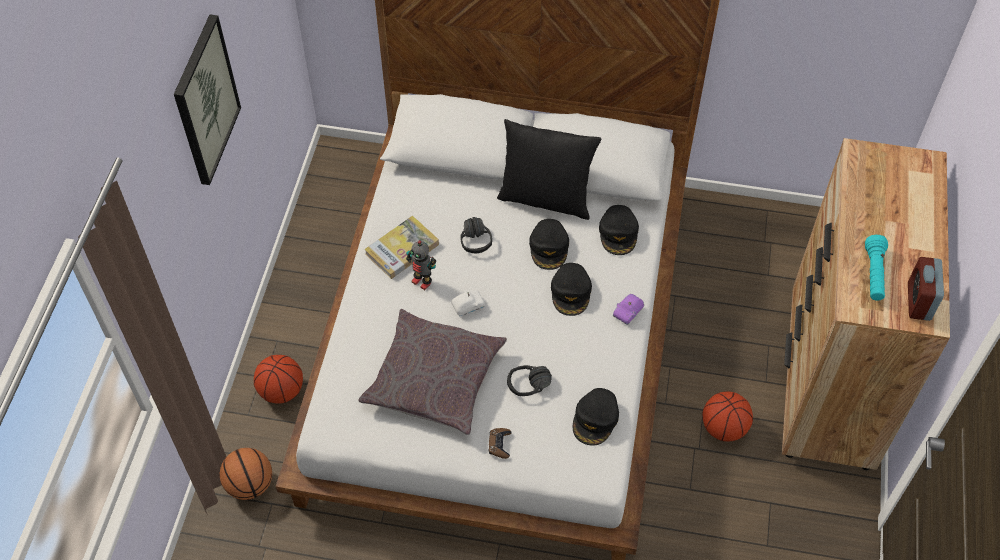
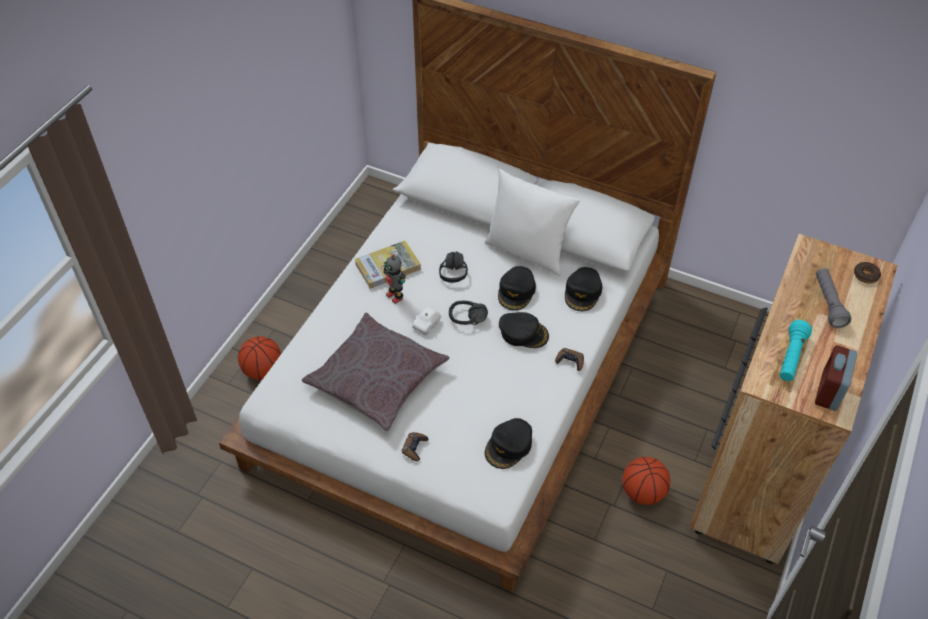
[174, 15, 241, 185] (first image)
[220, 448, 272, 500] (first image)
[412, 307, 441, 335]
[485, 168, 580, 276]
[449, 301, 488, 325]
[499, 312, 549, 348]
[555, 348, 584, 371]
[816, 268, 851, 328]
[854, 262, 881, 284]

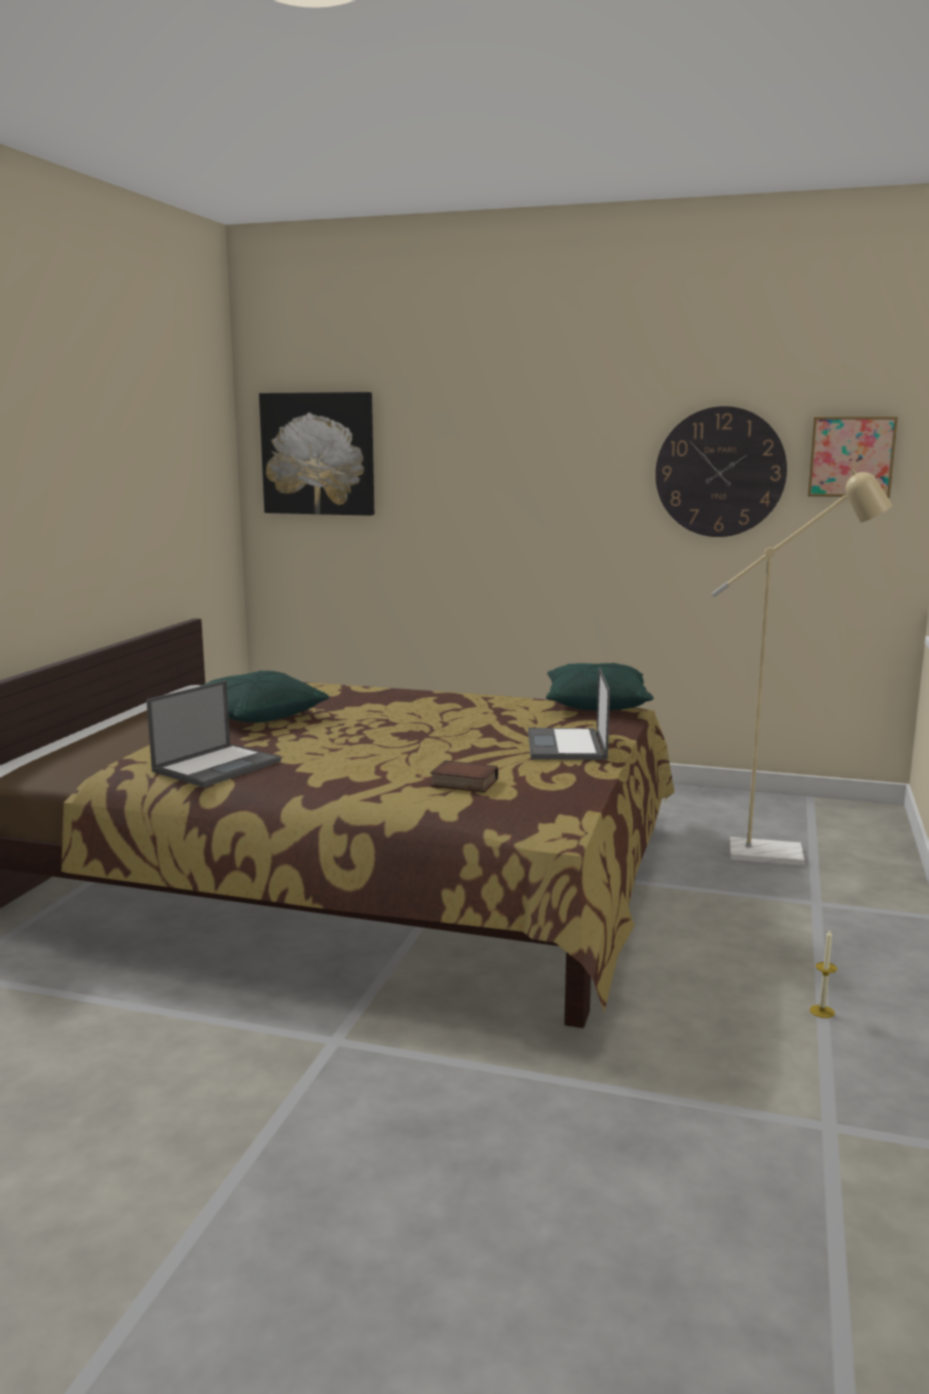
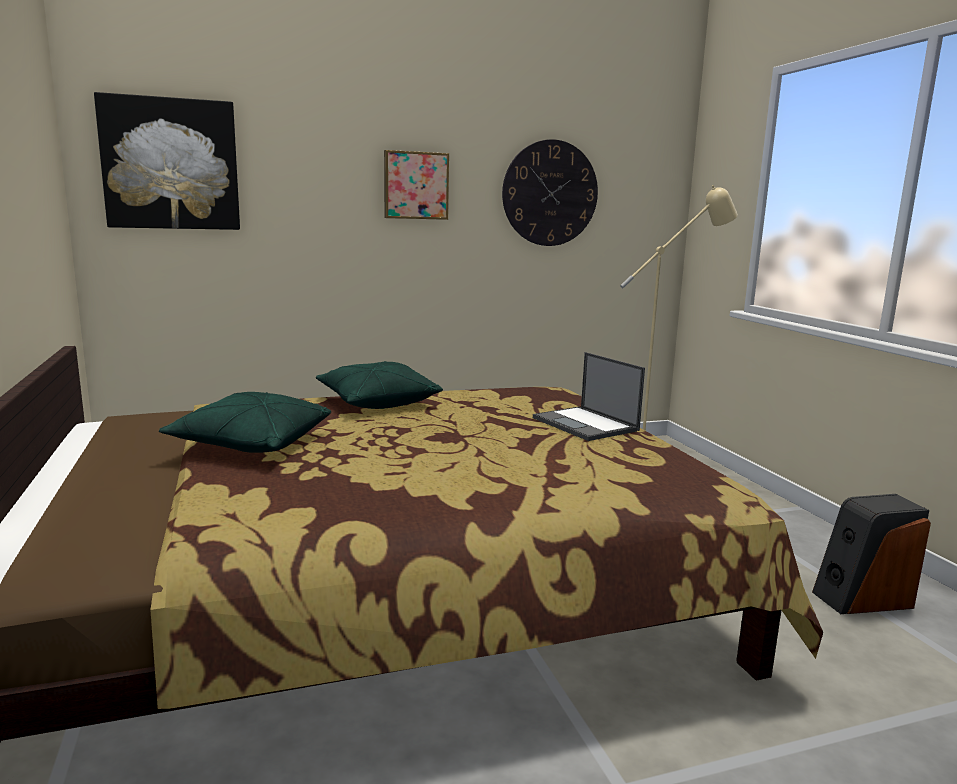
[146, 680, 281, 787] (first image)
[430, 760, 498, 793] (first image)
[316, 361, 443, 409]
[384, 150, 449, 220]
[812, 494, 931, 614]

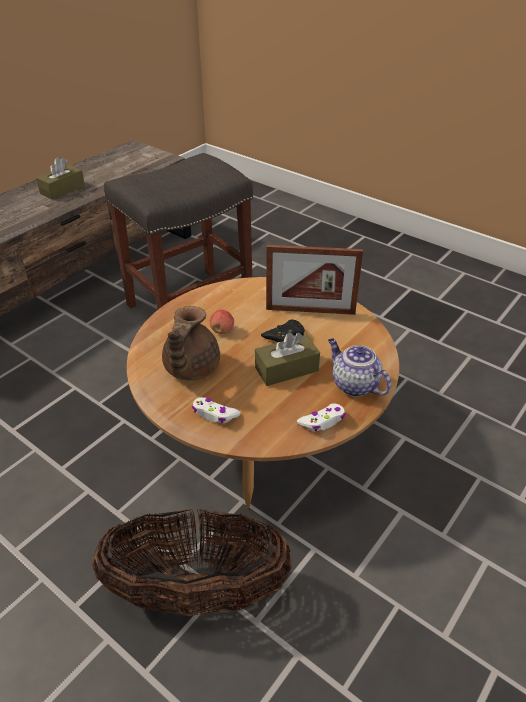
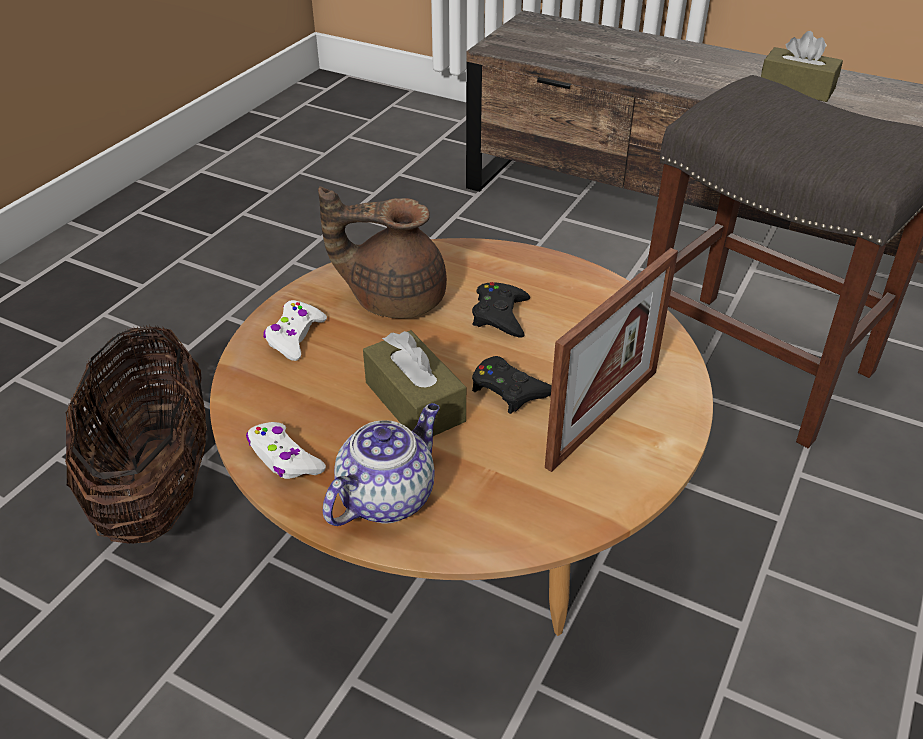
[472, 282, 530, 337]
[545, 248, 678, 472]

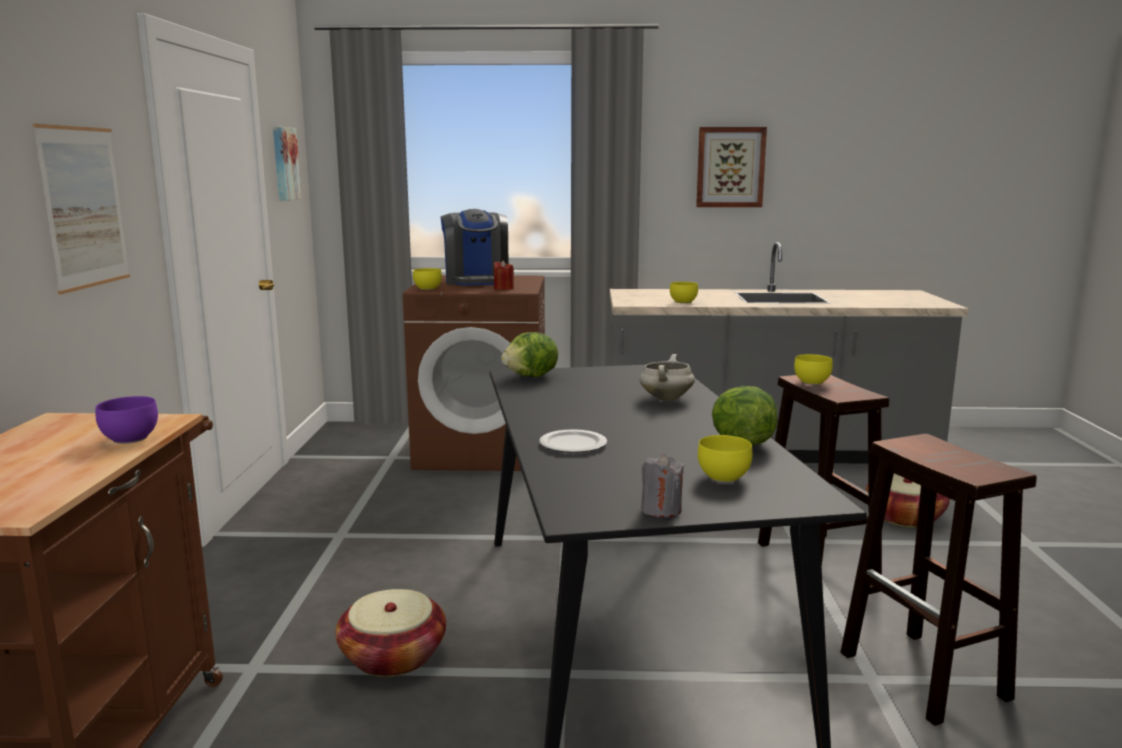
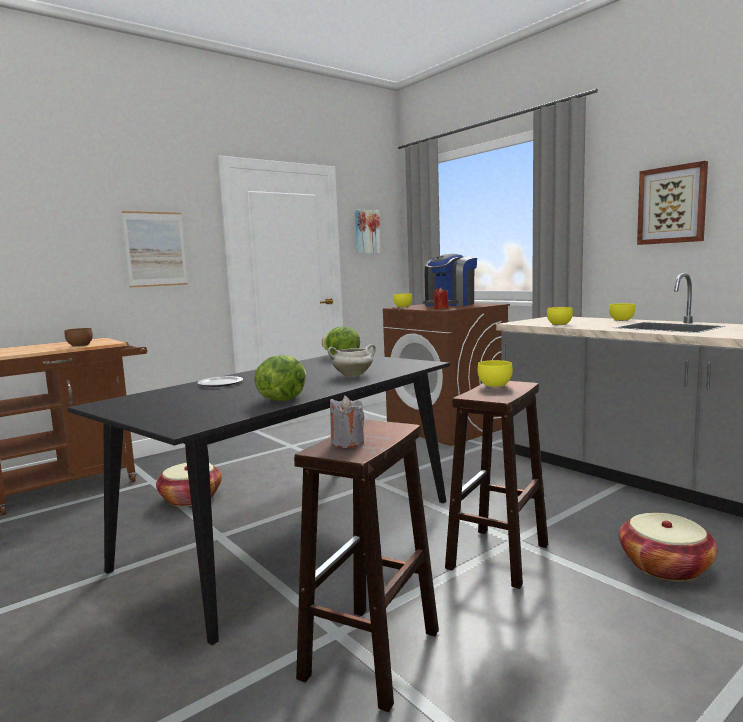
[65, 328, 93, 347]
[330, 395, 364, 448]
[609, 303, 635, 321]

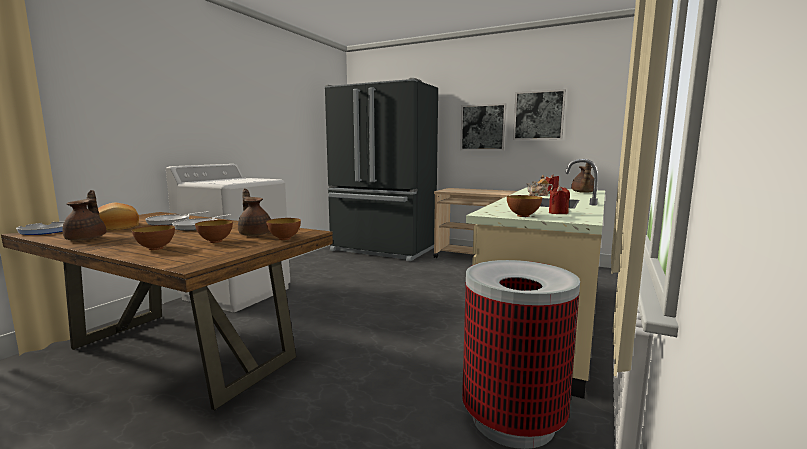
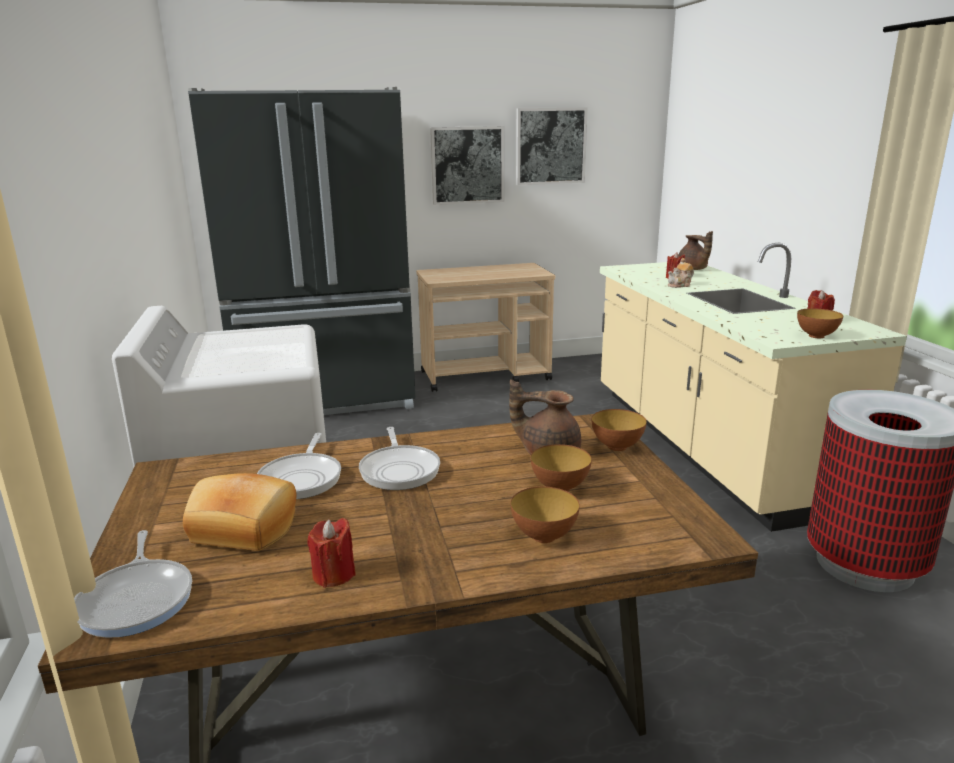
[307, 518, 356, 588]

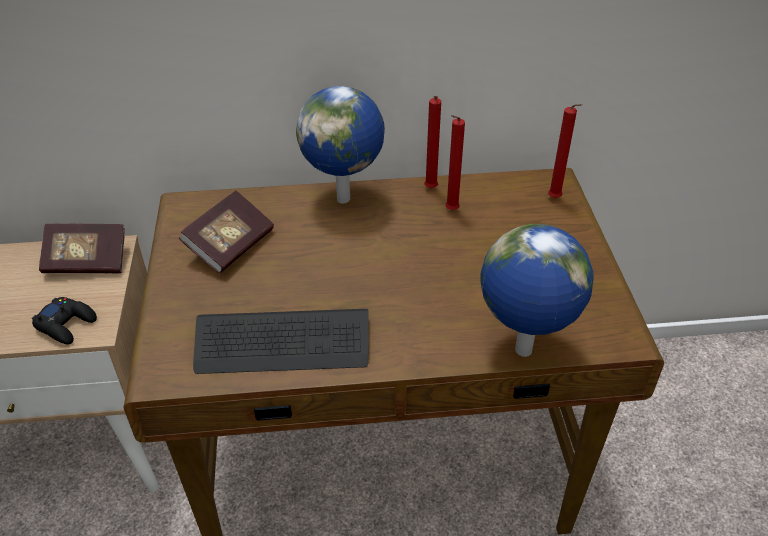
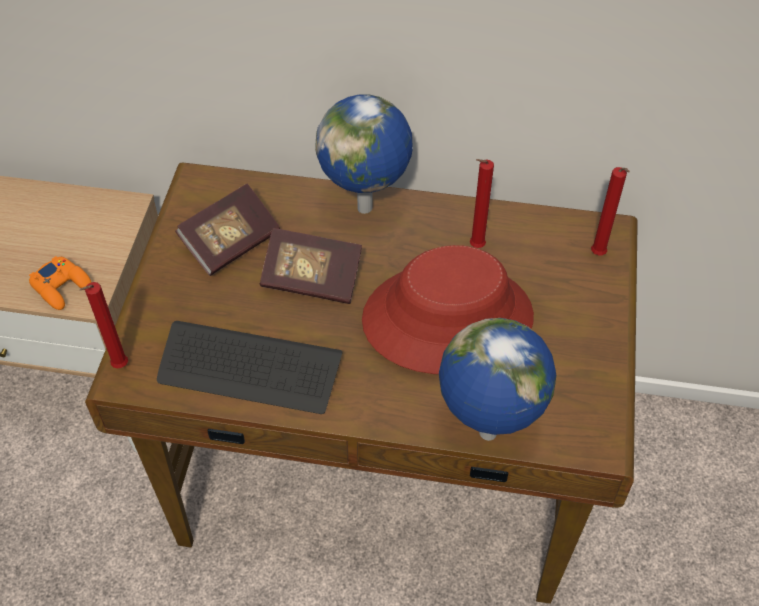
[29, 256, 91, 310]
[260, 228, 362, 304]
[80, 282, 128, 368]
[362, 245, 534, 374]

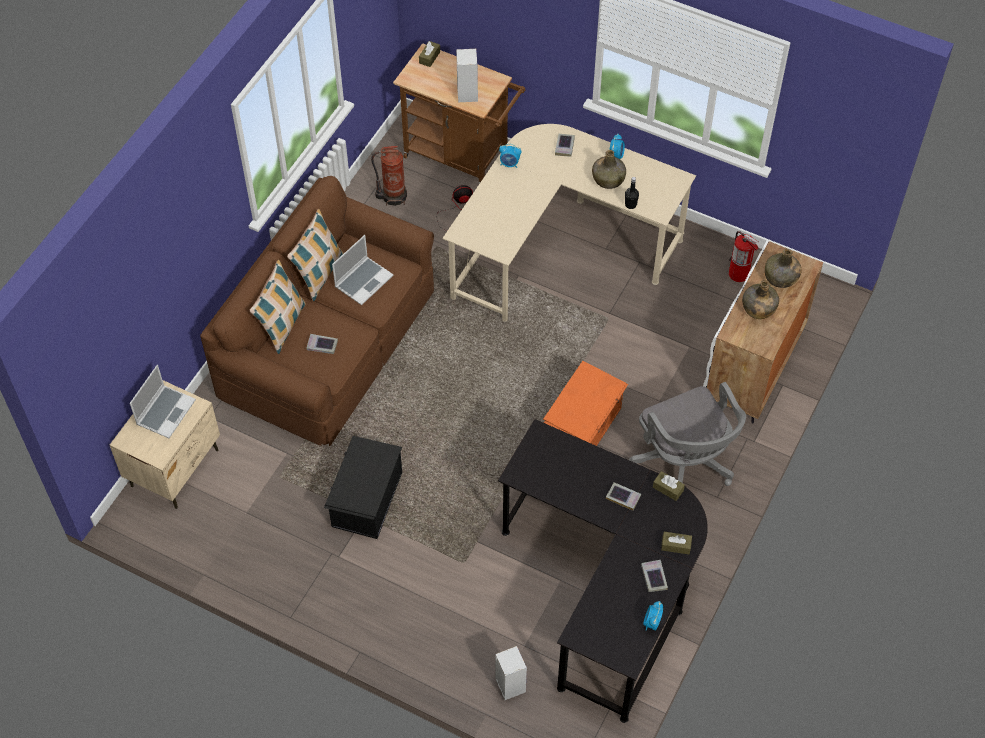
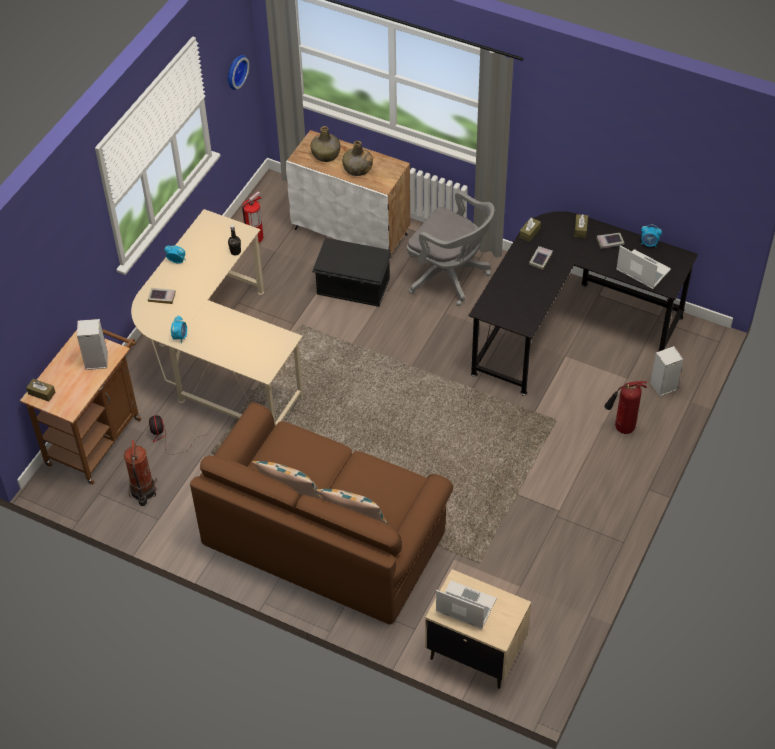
[306, 334, 338, 354] (first image)
[312, 238, 392, 307]
[616, 246, 671, 289]
[543, 361, 628, 446] (first image)
[592, 150, 626, 189] (first image)
[407, 191, 494, 306]
[228, 55, 249, 90]
[604, 381, 647, 434]

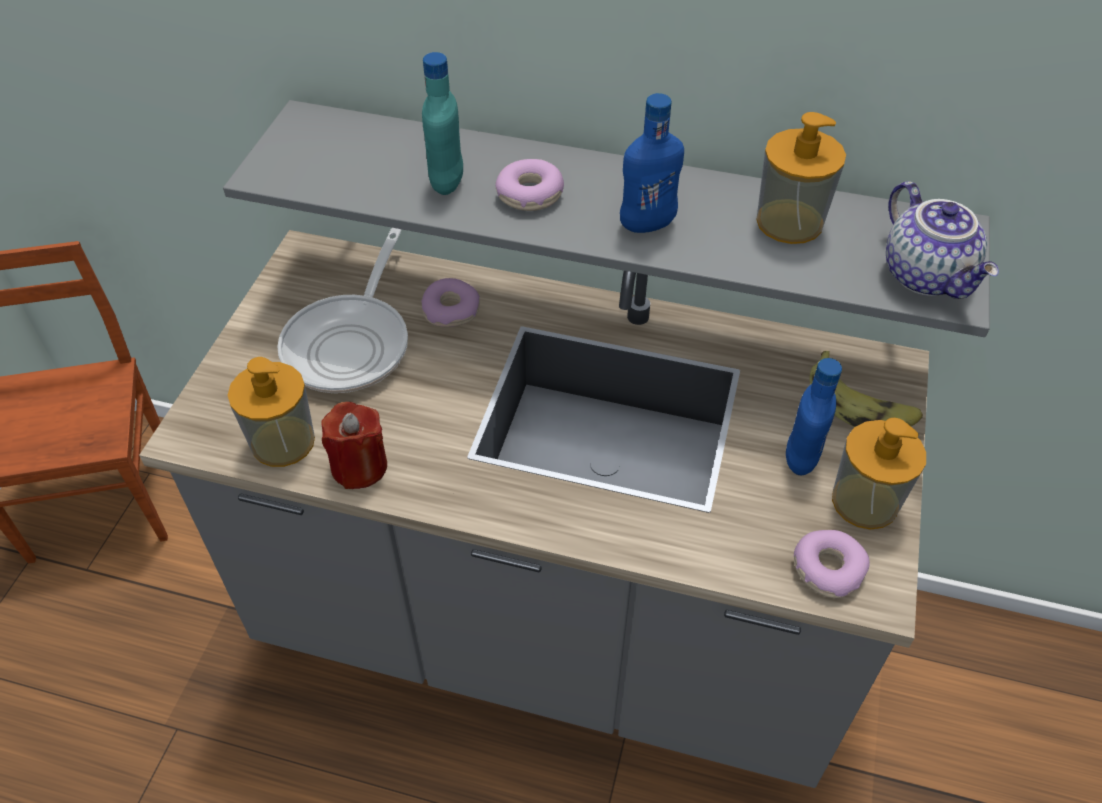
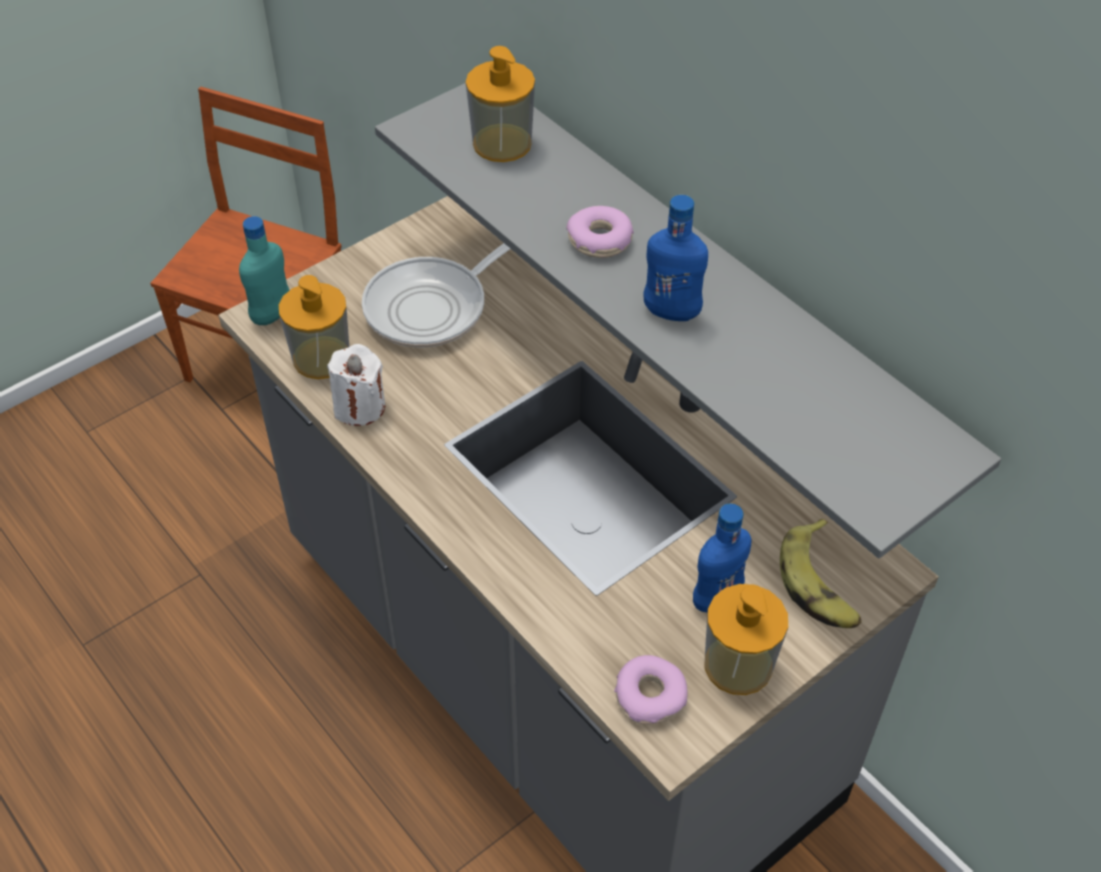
[327, 344, 385, 426]
[421, 278, 480, 327] (first image)
[239, 216, 290, 325]
[466, 46, 535, 162]
[886, 181, 999, 299] (first image)

